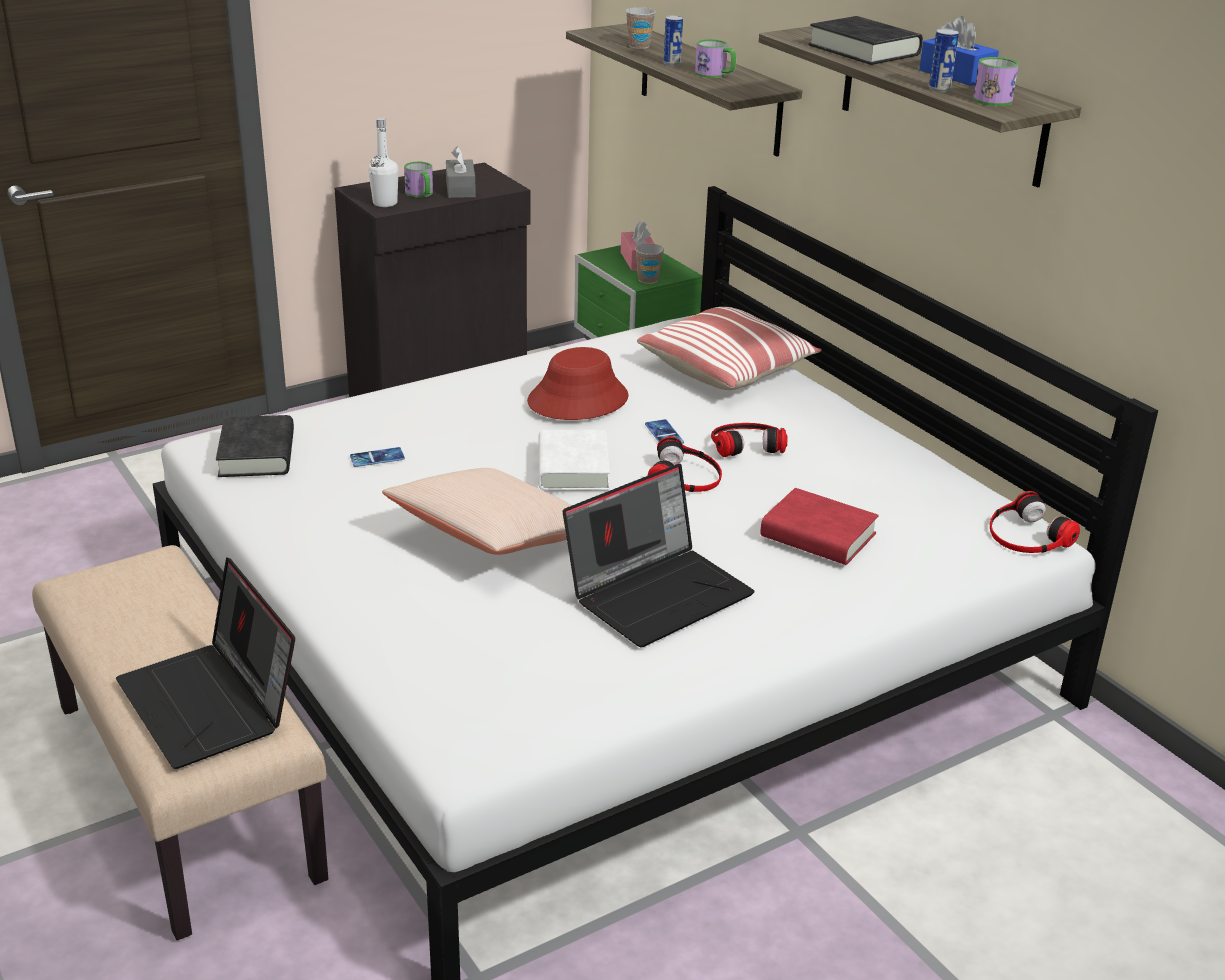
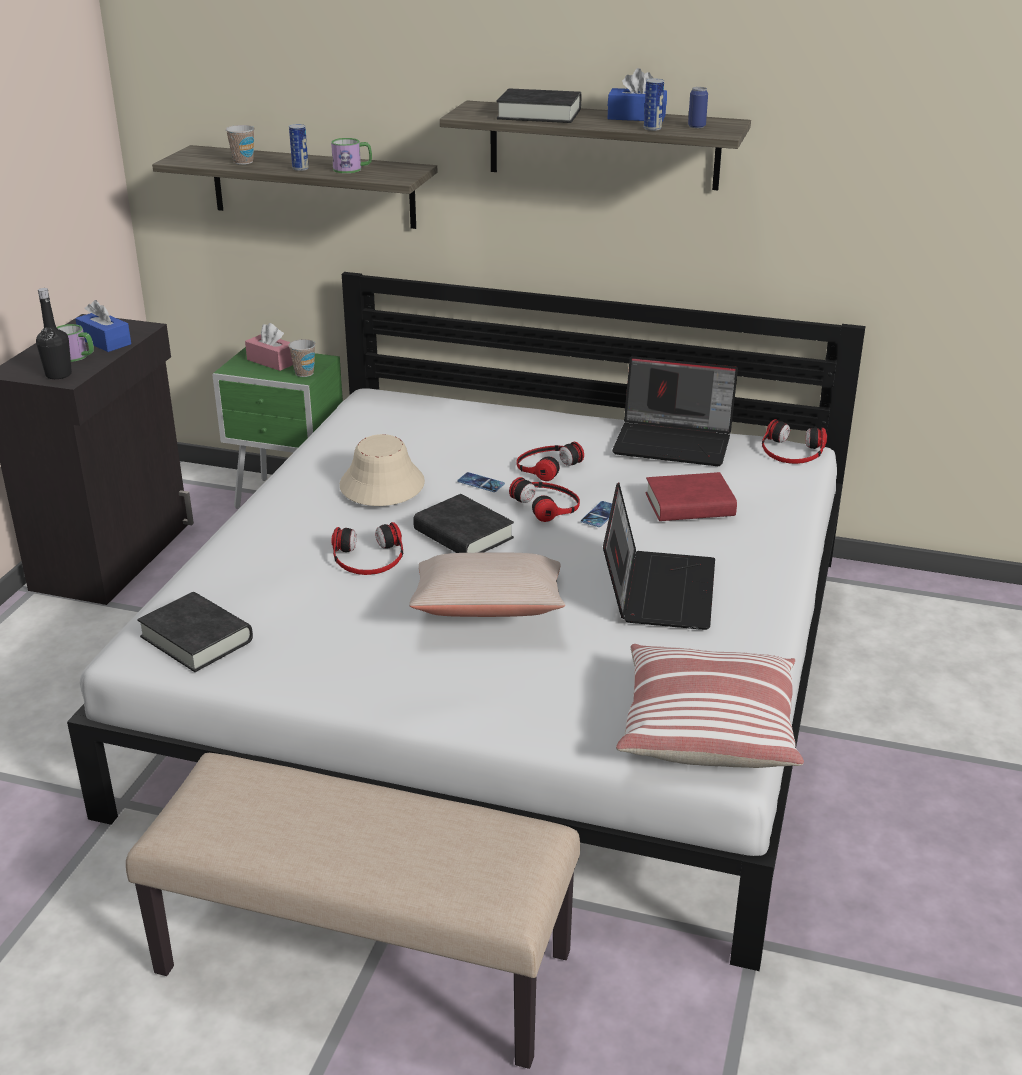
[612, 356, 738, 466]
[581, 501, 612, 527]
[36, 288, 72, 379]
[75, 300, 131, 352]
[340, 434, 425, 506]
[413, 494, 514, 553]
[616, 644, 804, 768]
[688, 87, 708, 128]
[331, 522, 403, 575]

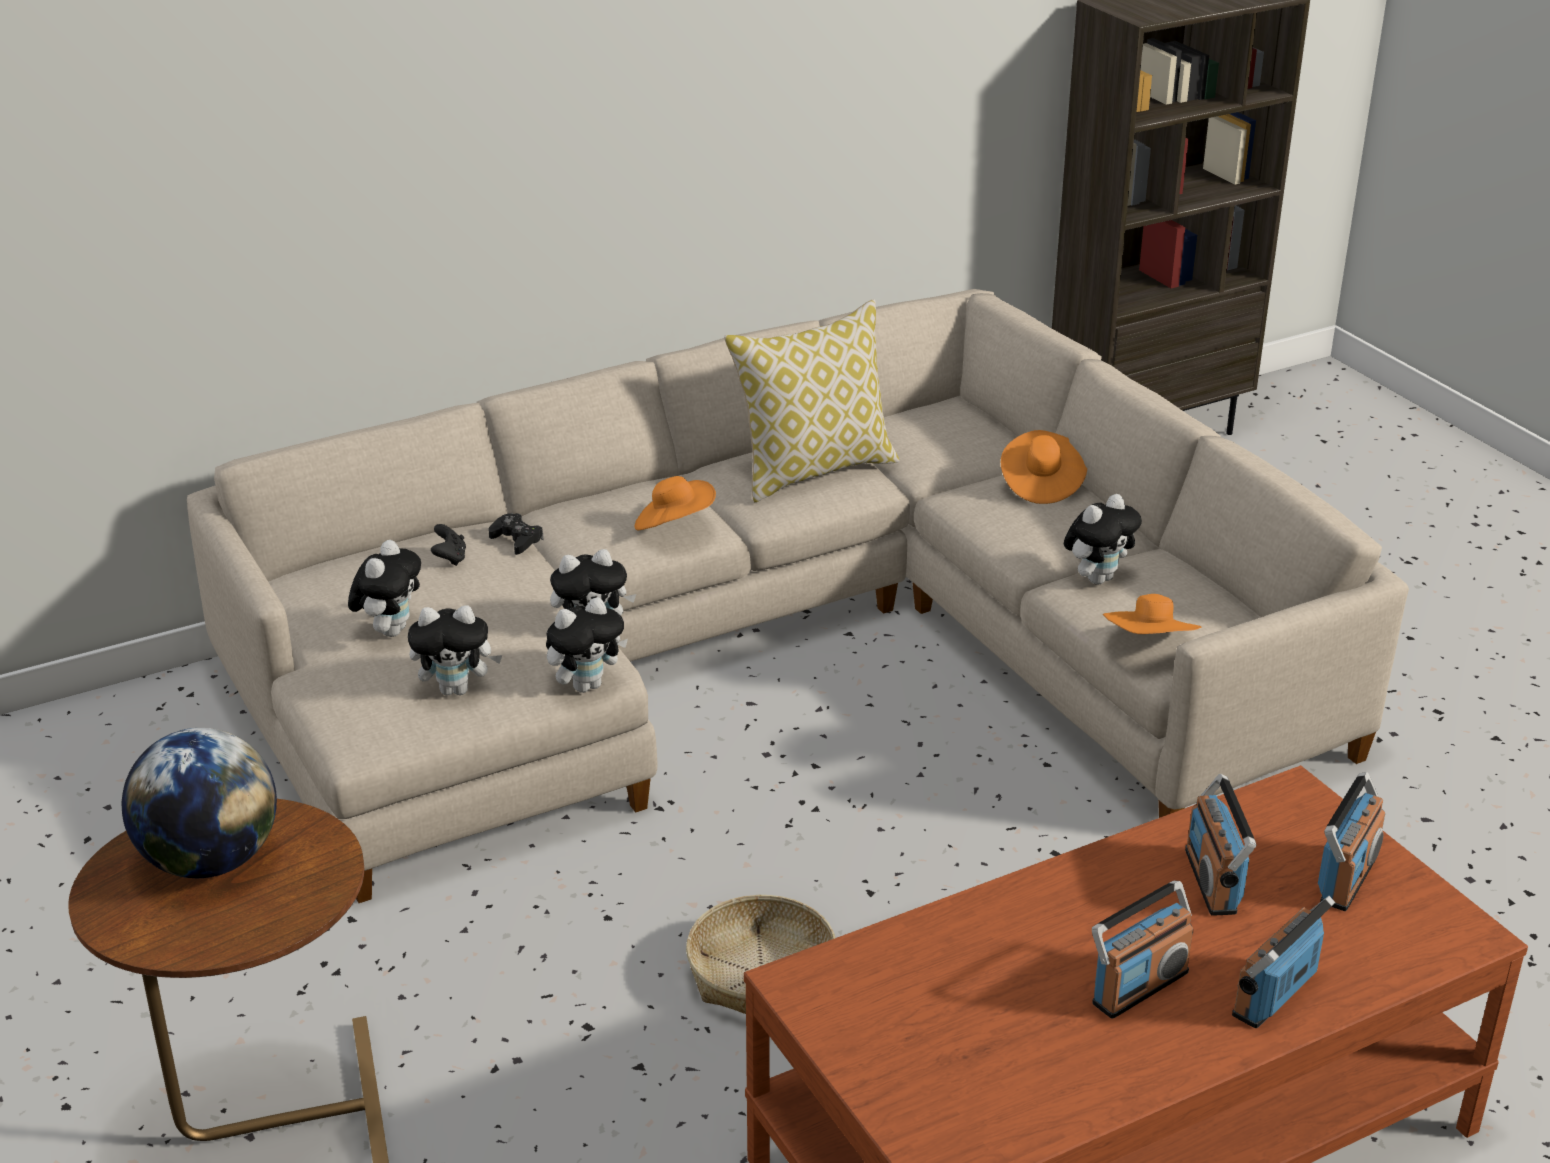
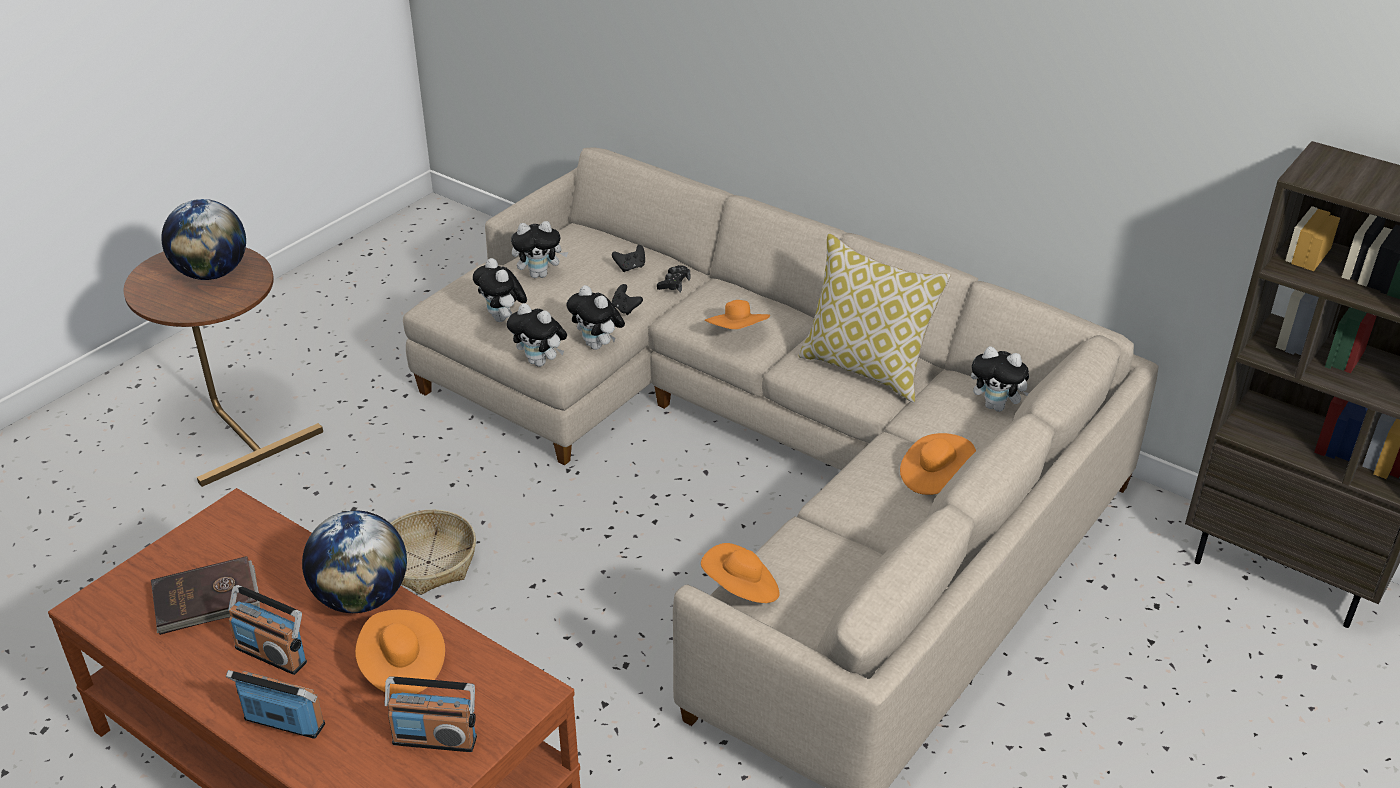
[971, 346, 1029, 412]
[355, 610, 445, 695]
[151, 556, 260, 635]
[302, 511, 407, 613]
[612, 284, 643, 315]

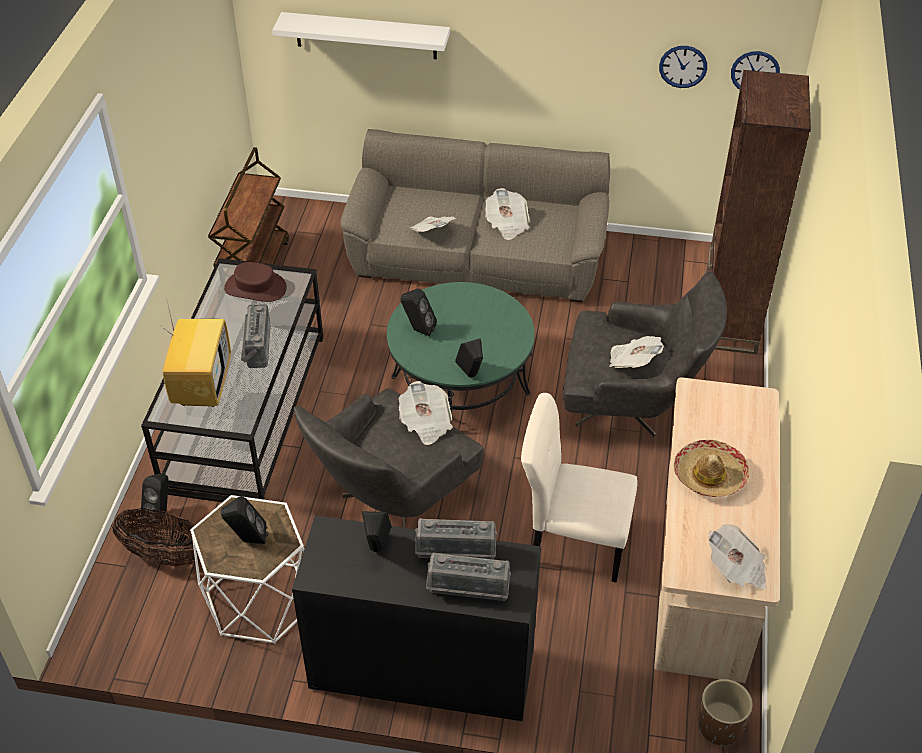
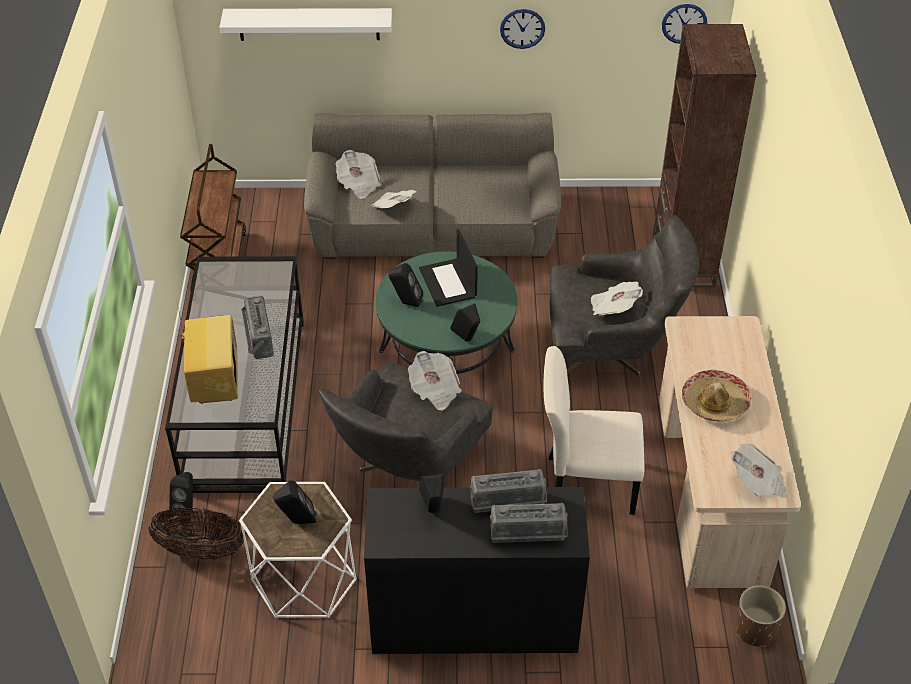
[224, 262, 287, 302] (first image)
[336, 150, 381, 199]
[500, 9, 545, 49]
[419, 229, 478, 307]

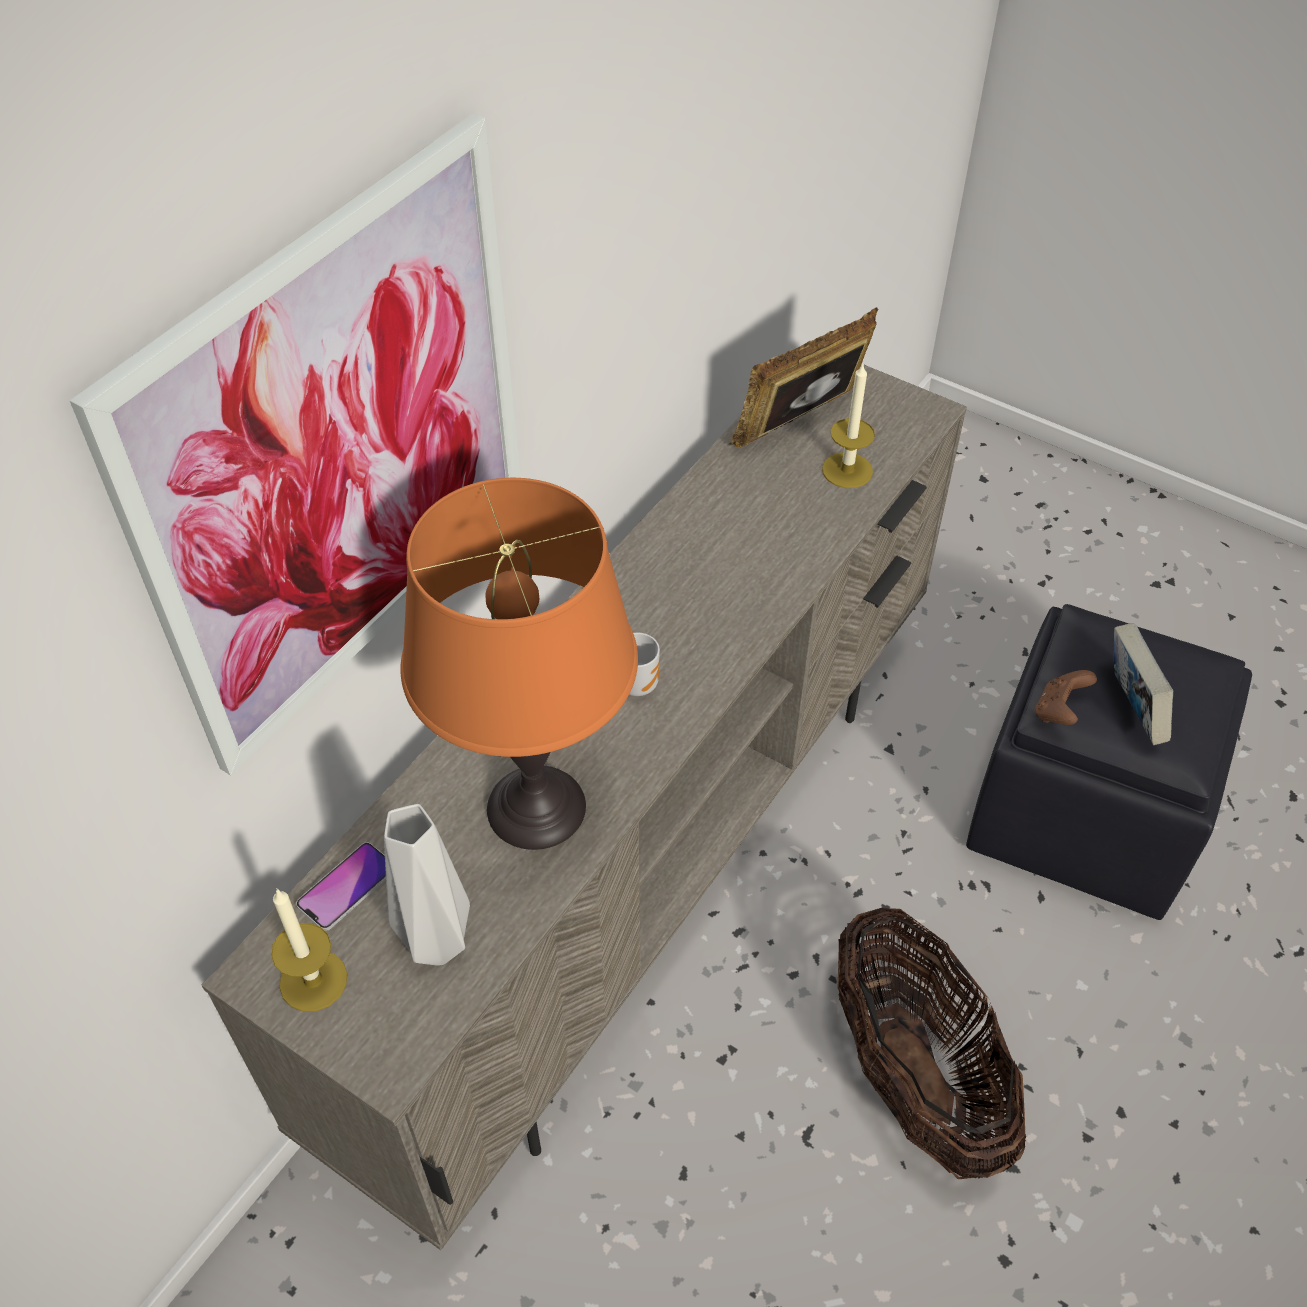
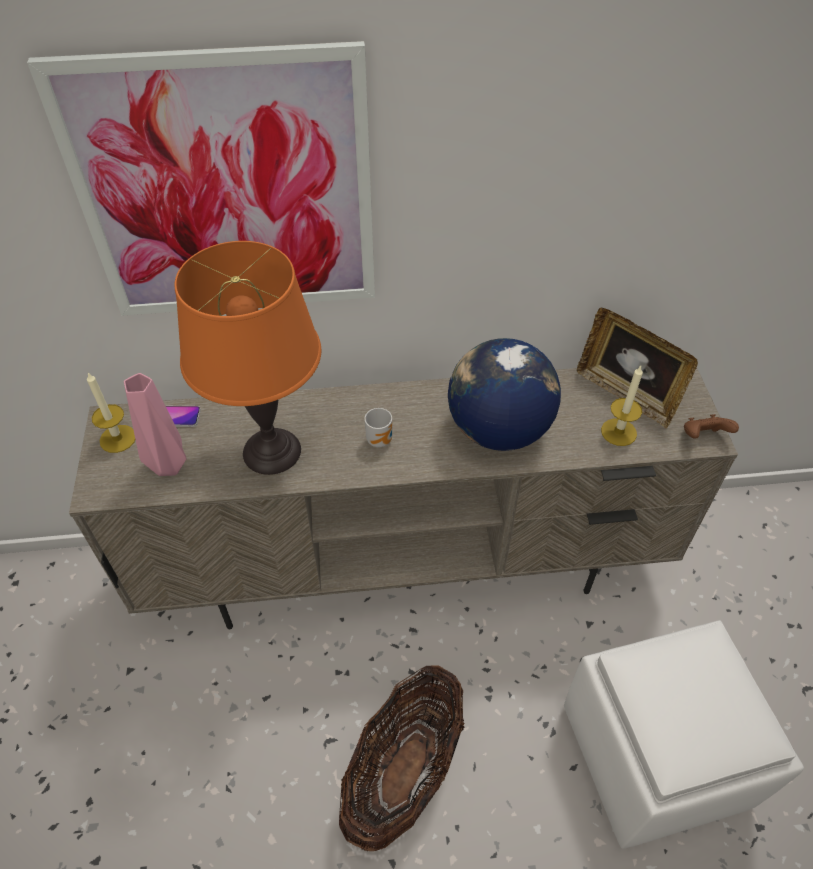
[124, 373, 187, 476]
[577, 308, 698, 428]
[564, 620, 804, 849]
[684, 414, 739, 439]
[1114, 623, 1174, 745] (first image)
[448, 338, 561, 451]

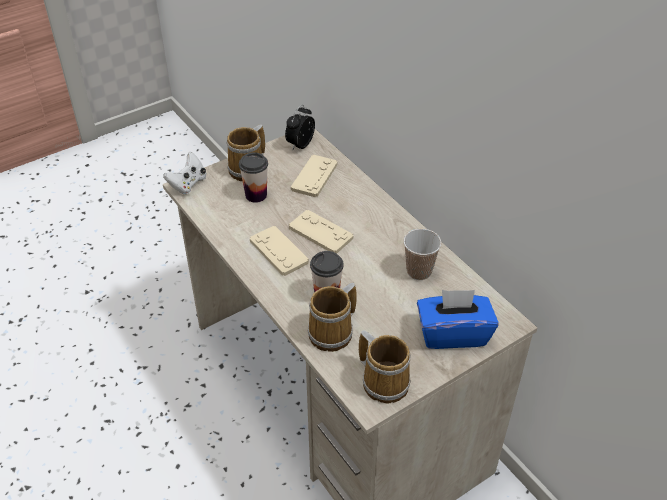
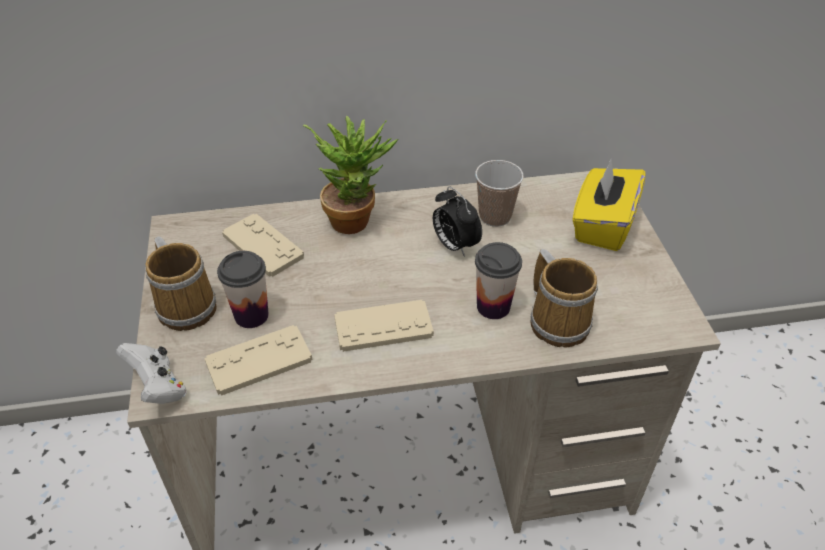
[433, 186, 482, 257]
[204, 325, 312, 396]
[359, 330, 411, 403] (first image)
[572, 160, 645, 251]
[303, 116, 398, 234]

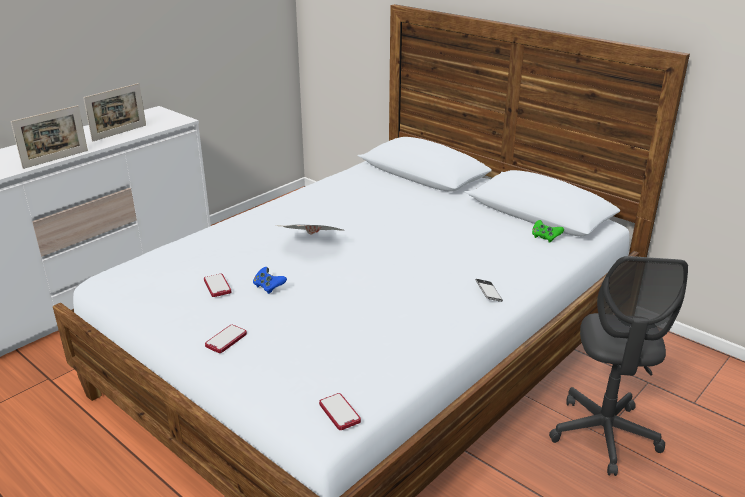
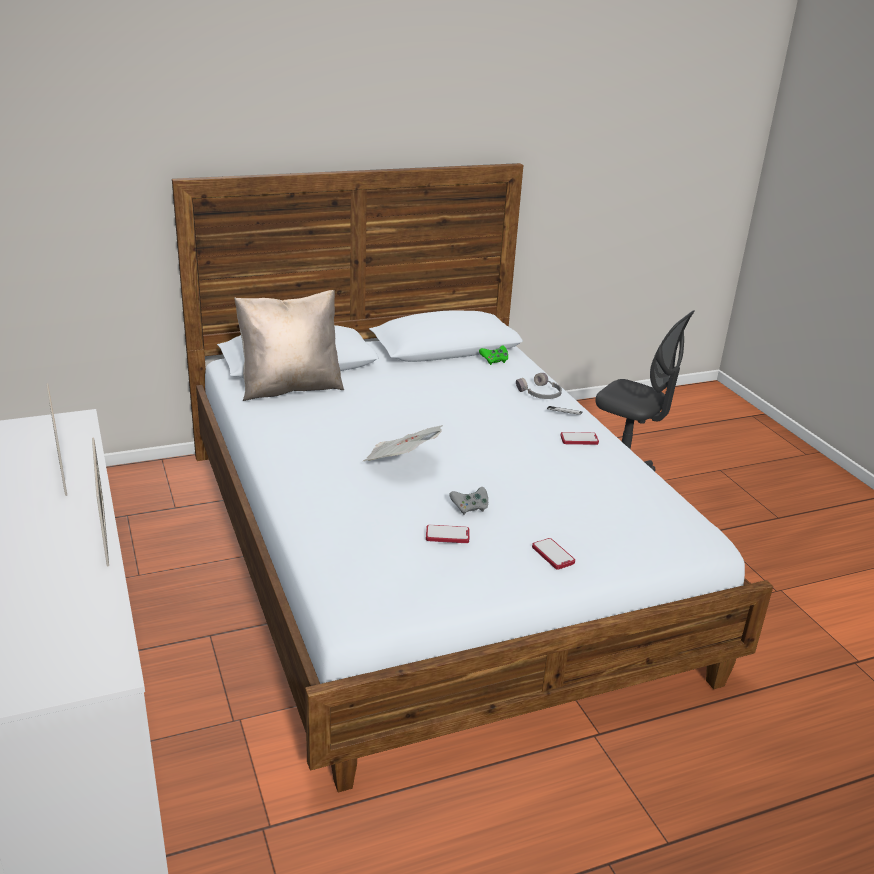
[450, 487, 488, 515]
[560, 432, 599, 445]
[234, 290, 344, 401]
[516, 373, 562, 399]

